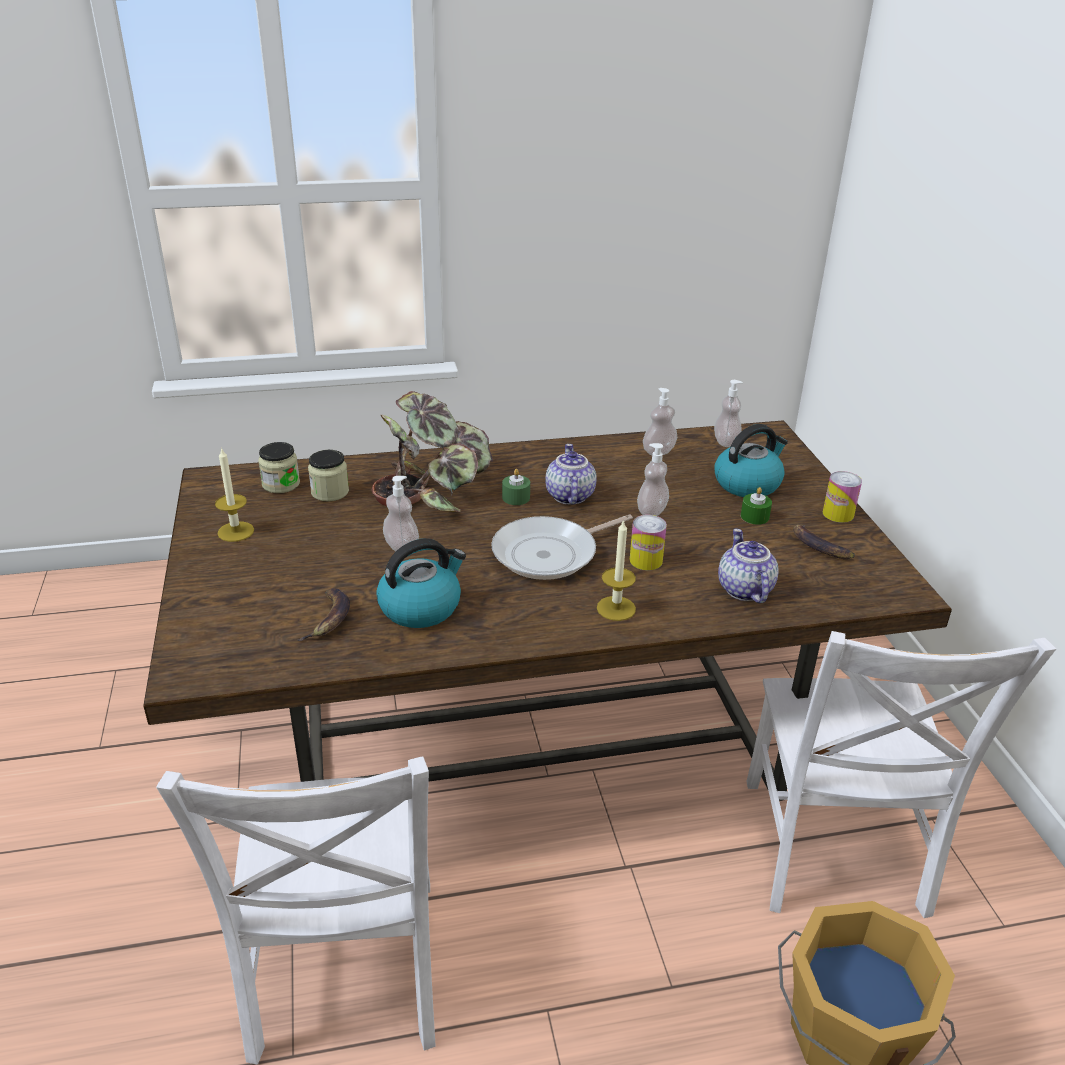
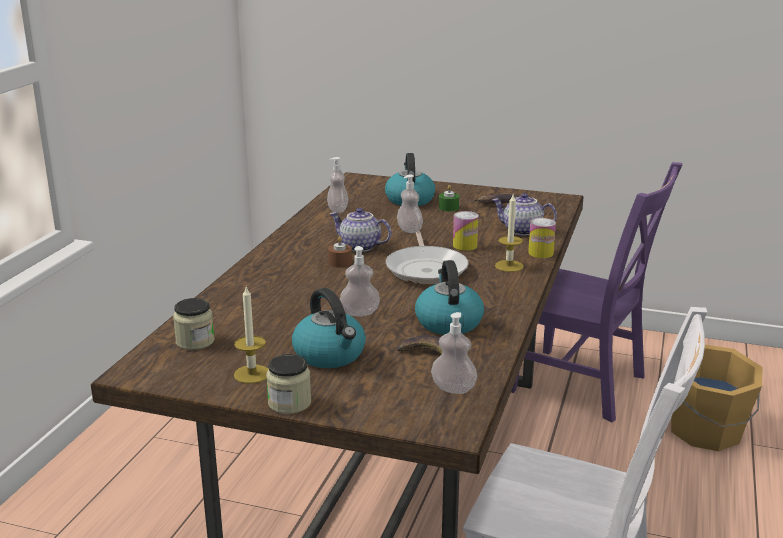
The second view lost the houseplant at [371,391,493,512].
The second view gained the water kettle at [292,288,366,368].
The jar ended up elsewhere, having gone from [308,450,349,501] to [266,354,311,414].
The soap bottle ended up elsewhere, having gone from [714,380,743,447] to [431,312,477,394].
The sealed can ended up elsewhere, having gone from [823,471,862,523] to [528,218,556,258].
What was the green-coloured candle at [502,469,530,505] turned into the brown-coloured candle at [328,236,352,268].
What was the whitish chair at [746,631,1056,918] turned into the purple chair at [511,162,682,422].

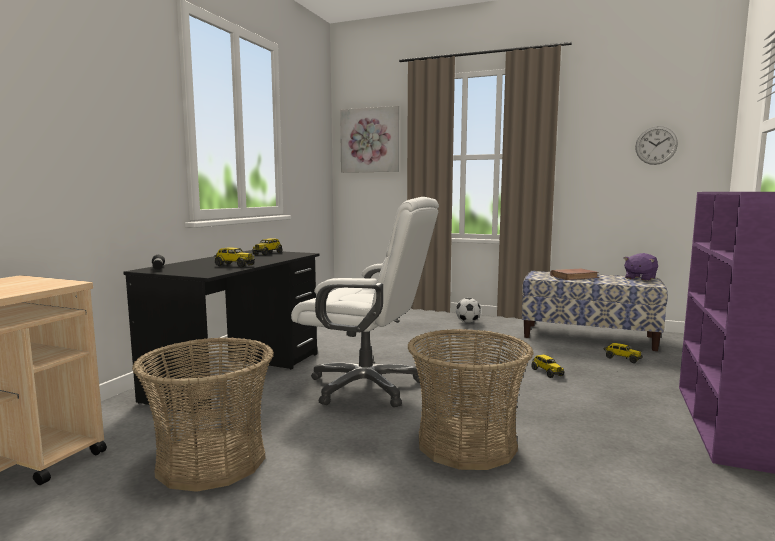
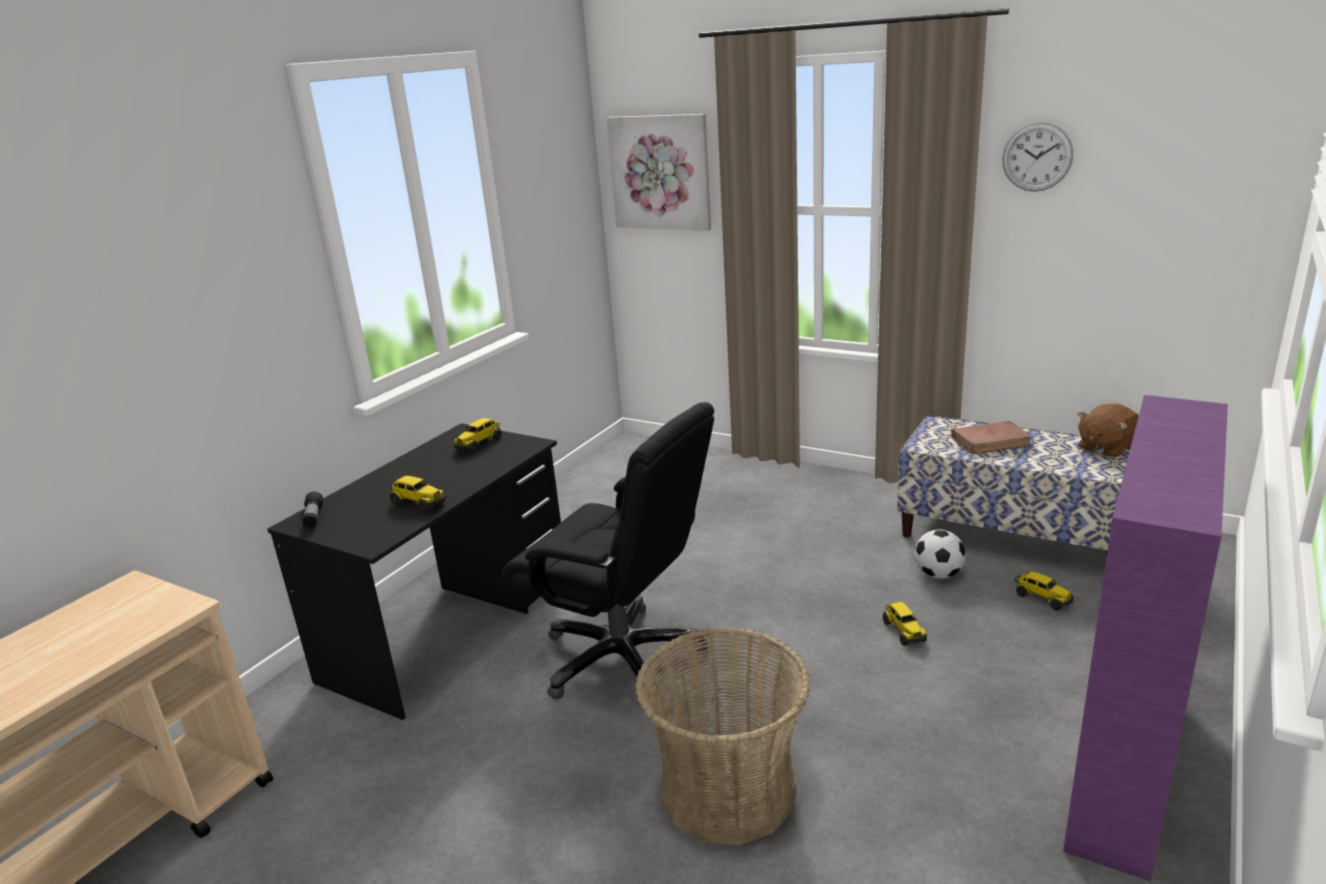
The second view lost the household basket at [132,337,274,492].
The football ended up elsewhere, having gone from [456,298,481,323] to [915,530,966,579].
The hanging clock ended up elsewhere, having gone from [635,126,678,165] to [1002,122,1073,192].
What was the whitish computer chair at [291,197,439,407] turned into the black-coloured computer chair at [503,402,714,707].
What was the purple soft toy at [624,253,658,281] turned into the brown-coloured soft toy at [1078,403,1139,458].

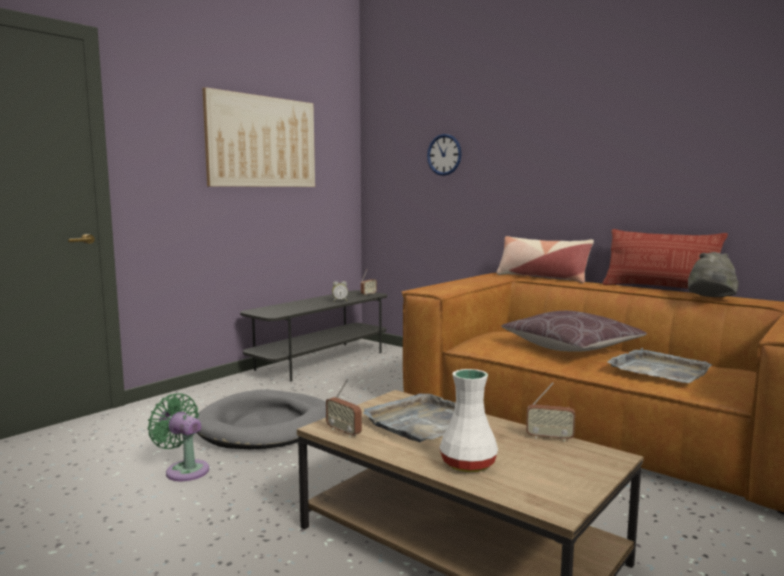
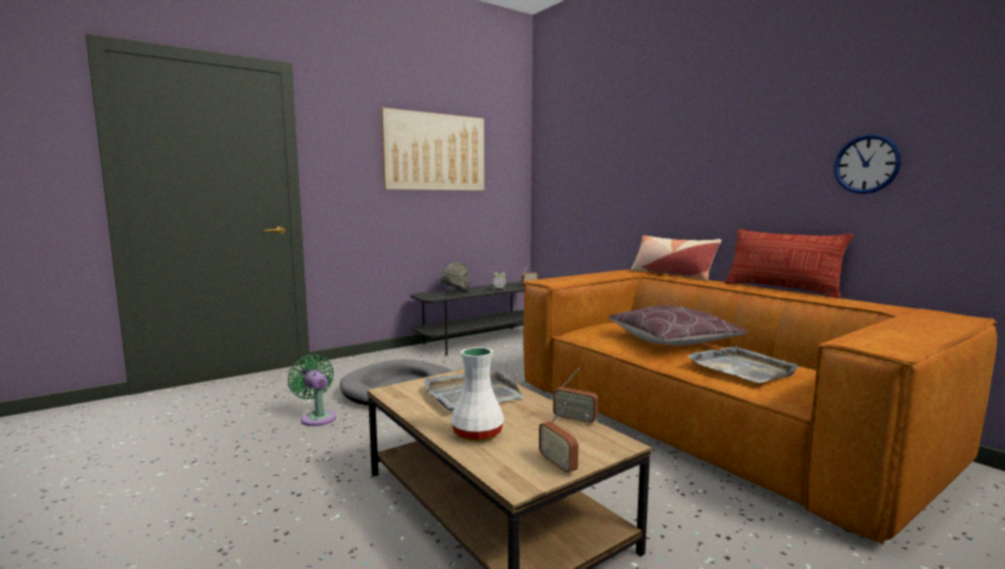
The radio receiver ended up elsewhere, having gone from [326,378,362,438] to [539,403,579,474].
The hanging clock ended up elsewhere, having gone from [427,134,462,176] to [834,134,902,194].
The greyish clothing hat ended up elsewhere, having gone from [688,252,739,297] to [440,262,471,291].

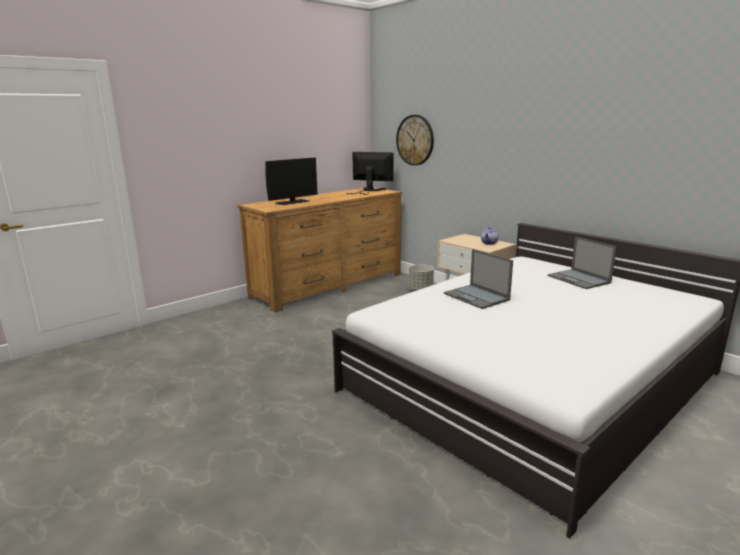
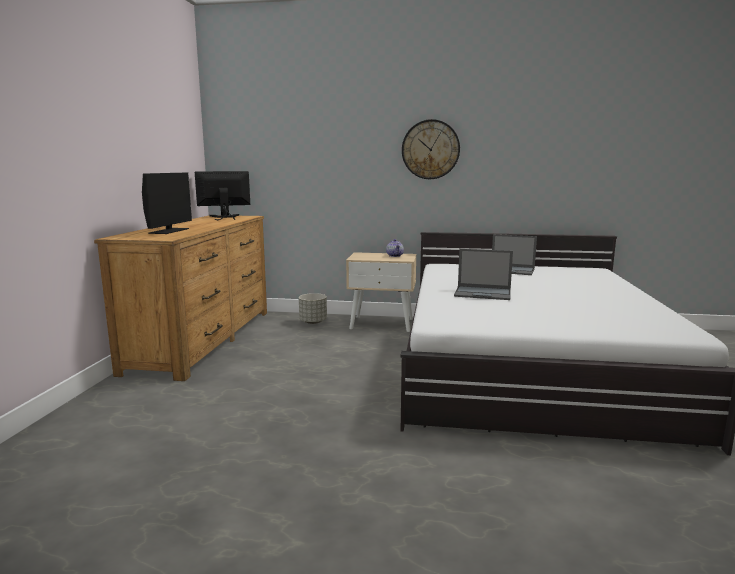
The hanging clock ended up elsewhere, having gone from [396,115,434,166] to [402,119,460,179].

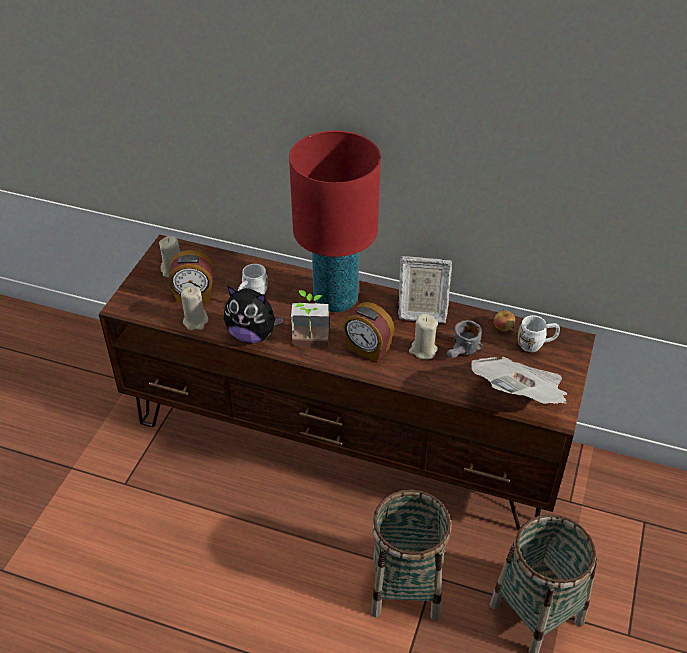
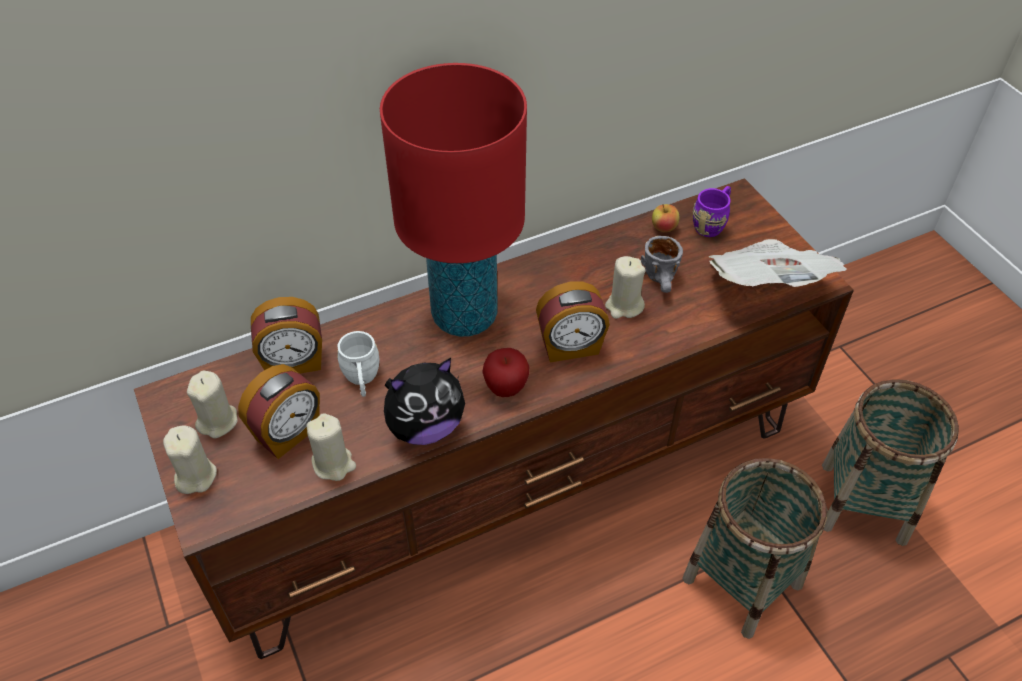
The second view lost the picture frame at [398,256,452,323].
The second view gained the beige-coloured candle at [163,425,217,494].
The second view gained the bedside clock at [251,297,322,374].
Where the houseplant stood at [291,290,329,347], the apple fruit came to stand at [483,348,529,397].
What was the whitish mug at [518,315,560,352] turned into the purple mug at [693,186,731,237].

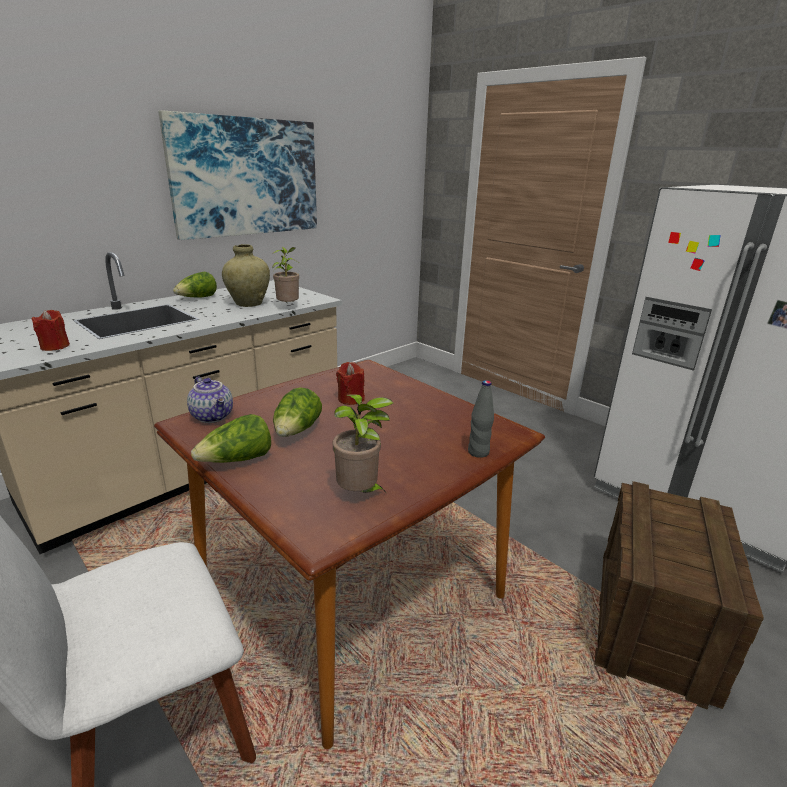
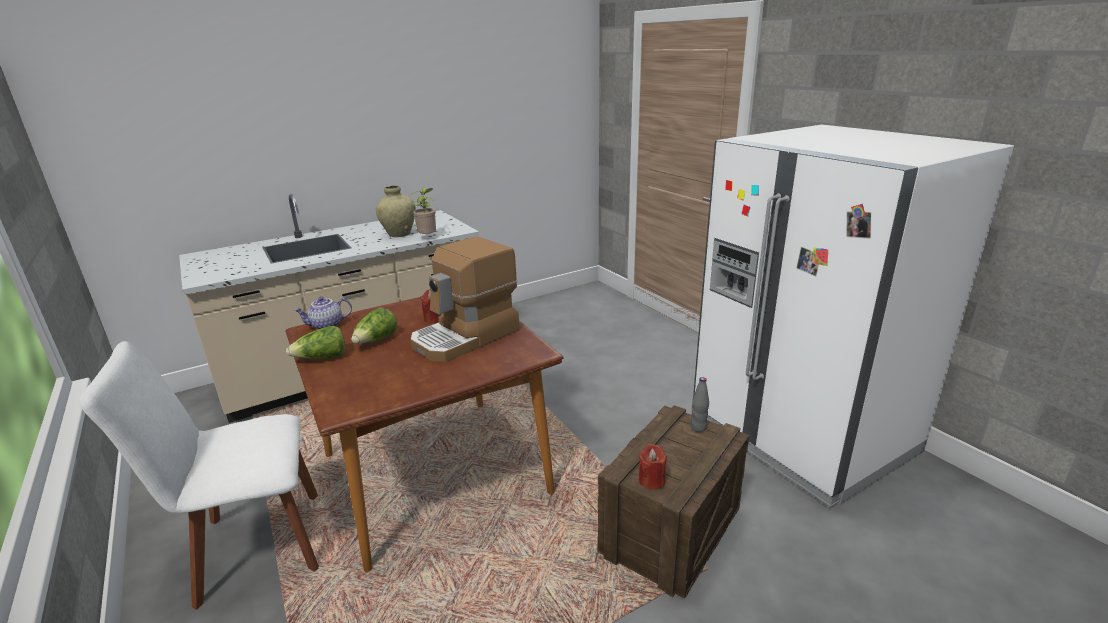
The second view lost the wall art at [158,110,317,240].
The second view lost the head of lettuce at [173,272,217,298].
The second view lost the houseplant at [333,395,394,493].
The second view gained the coffee brewer at [410,236,519,362].
The red candle ended up elsewhere, having gone from [31,310,70,351] to [639,444,667,490].
The greyish bottle ended up elsewhere, having gone from [468,380,494,458] to [690,377,709,432].
The teapot at [187,376,233,423] ended up facing another way, 90 degrees clockwise from before.

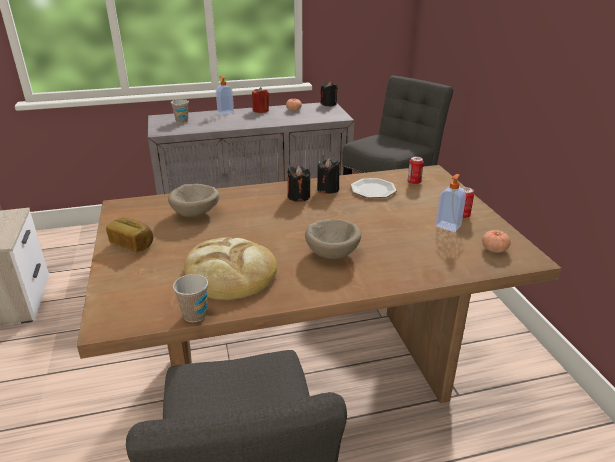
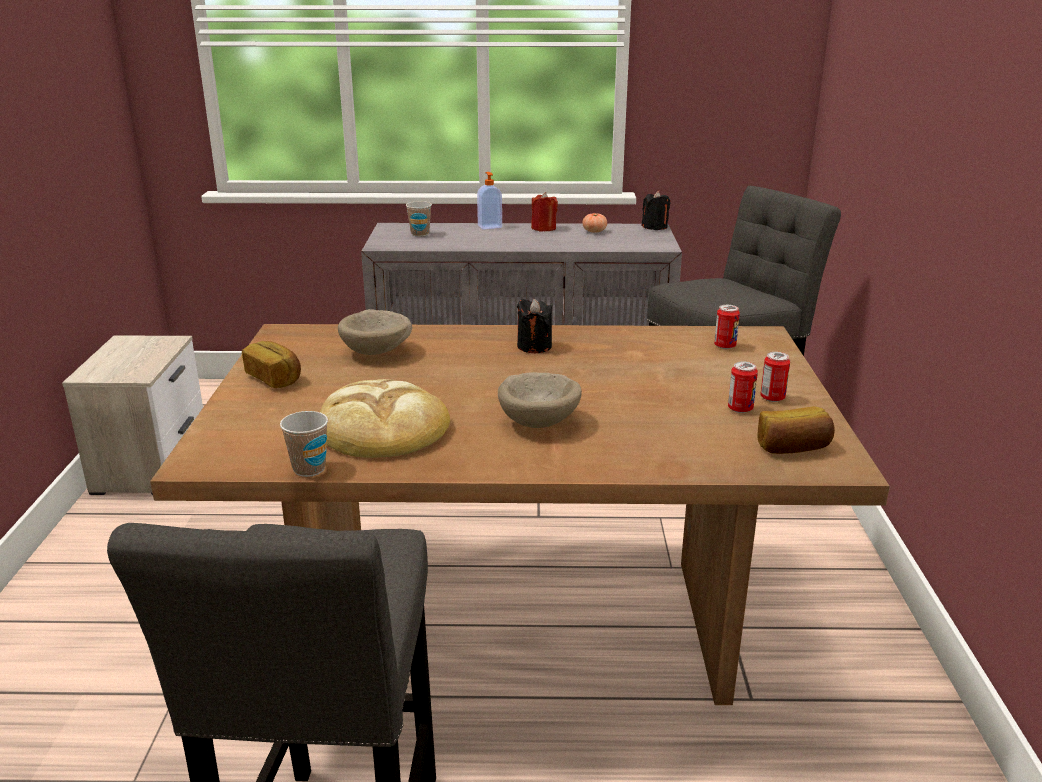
The second view lost the black-coloured candle at [317,158,340,194].
The second view lost the flat dish at [351,178,397,198].
Where the soap bottle stood at [435,174,466,232], the sealed can came to stand at [728,362,758,413].
Where the whole tomato stood at [482,230,511,253], the baked bread came to stand at [758,406,835,454].

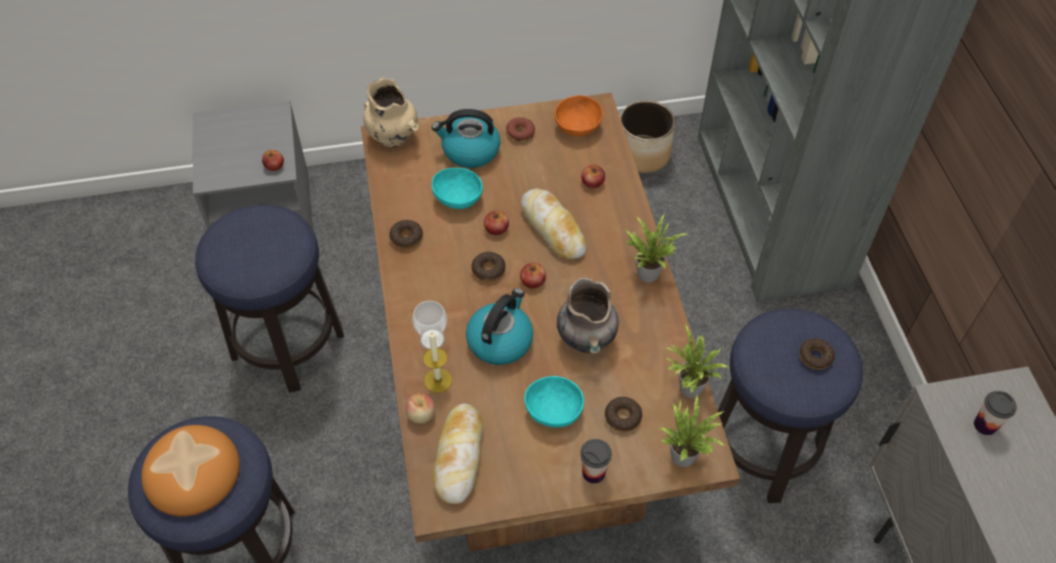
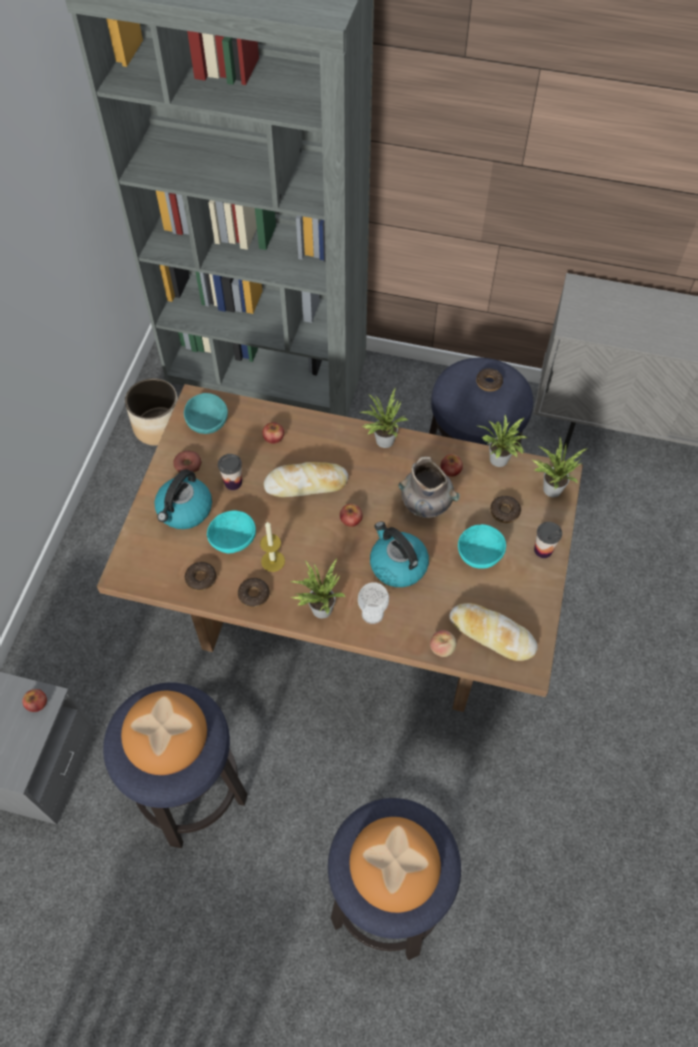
The second view lost the beige-coloured decorative vase at [363,77,419,148].
The second view gained the baked bread at [121,691,207,775].
The second view gained the houseplant at [291,559,345,619].
The candle ended up elsewhere, having gone from [423,331,452,393] to [260,521,285,572].
The doughnut ended up elsewhere, having gone from [471,252,505,282] to [185,562,216,591].
The apple fruit ended up elsewhere, having gone from [484,211,509,235] to [441,454,463,477].
The cup ended up elsewhere, having gone from [974,391,1017,435] to [218,454,242,490].
What was the orange-coloured serving bowl at [555,95,603,136] turned into the blue-green serving bowl at [184,393,228,434].

